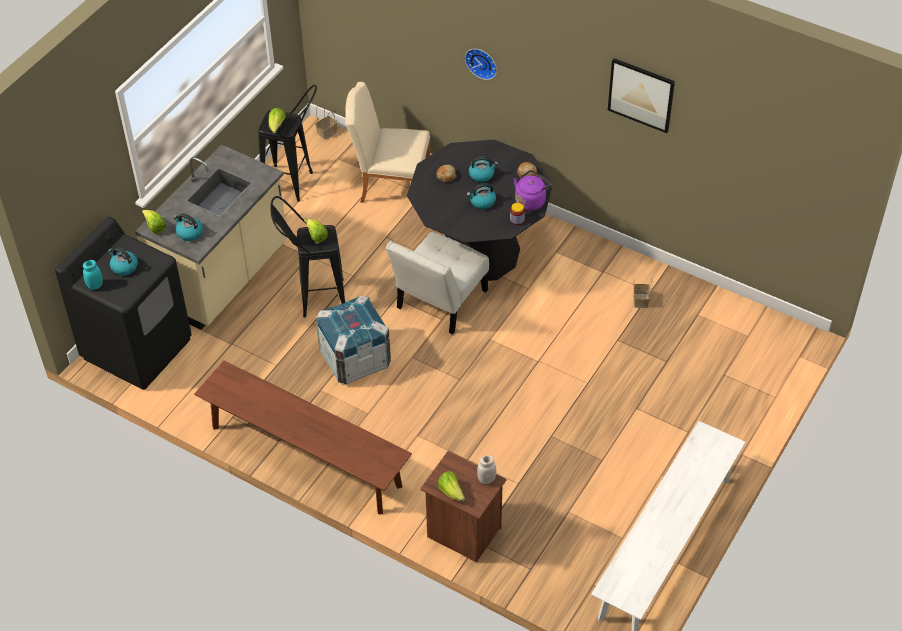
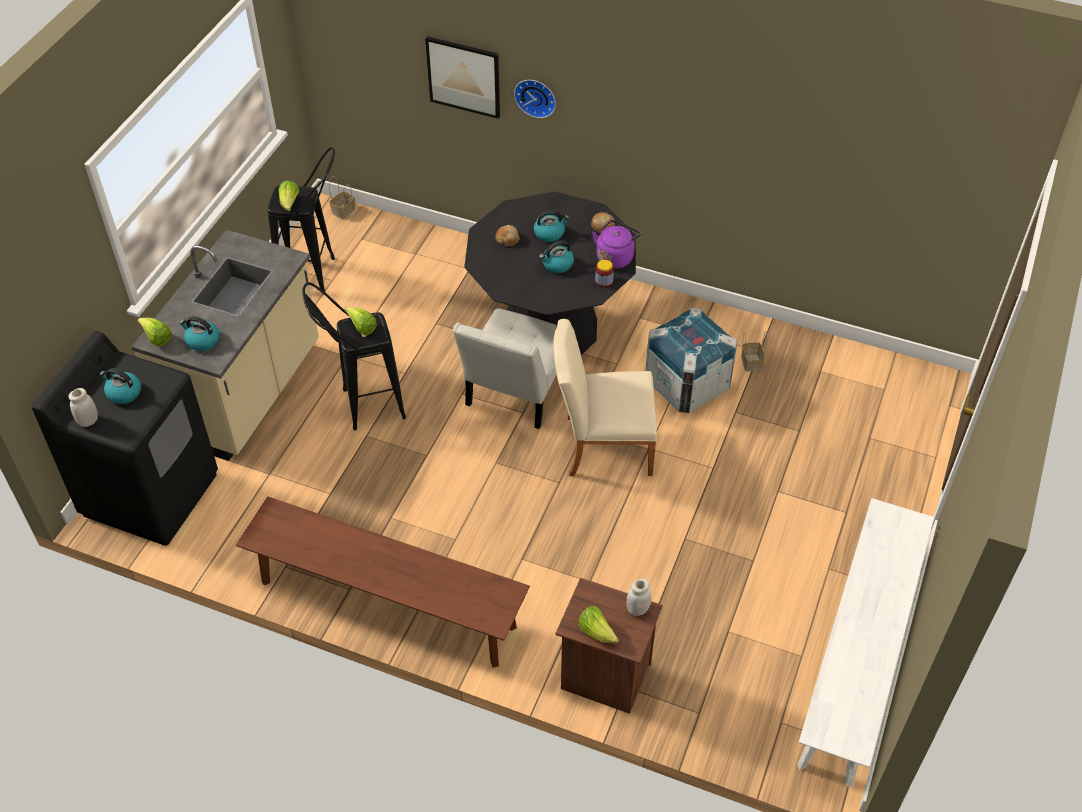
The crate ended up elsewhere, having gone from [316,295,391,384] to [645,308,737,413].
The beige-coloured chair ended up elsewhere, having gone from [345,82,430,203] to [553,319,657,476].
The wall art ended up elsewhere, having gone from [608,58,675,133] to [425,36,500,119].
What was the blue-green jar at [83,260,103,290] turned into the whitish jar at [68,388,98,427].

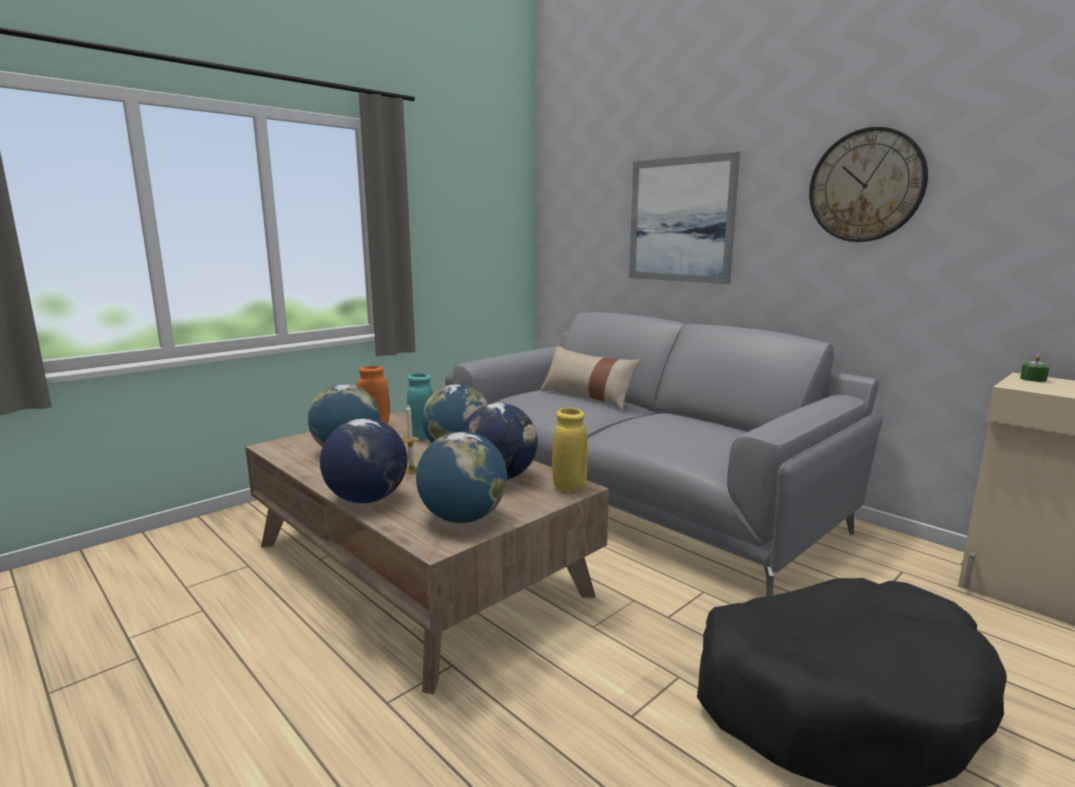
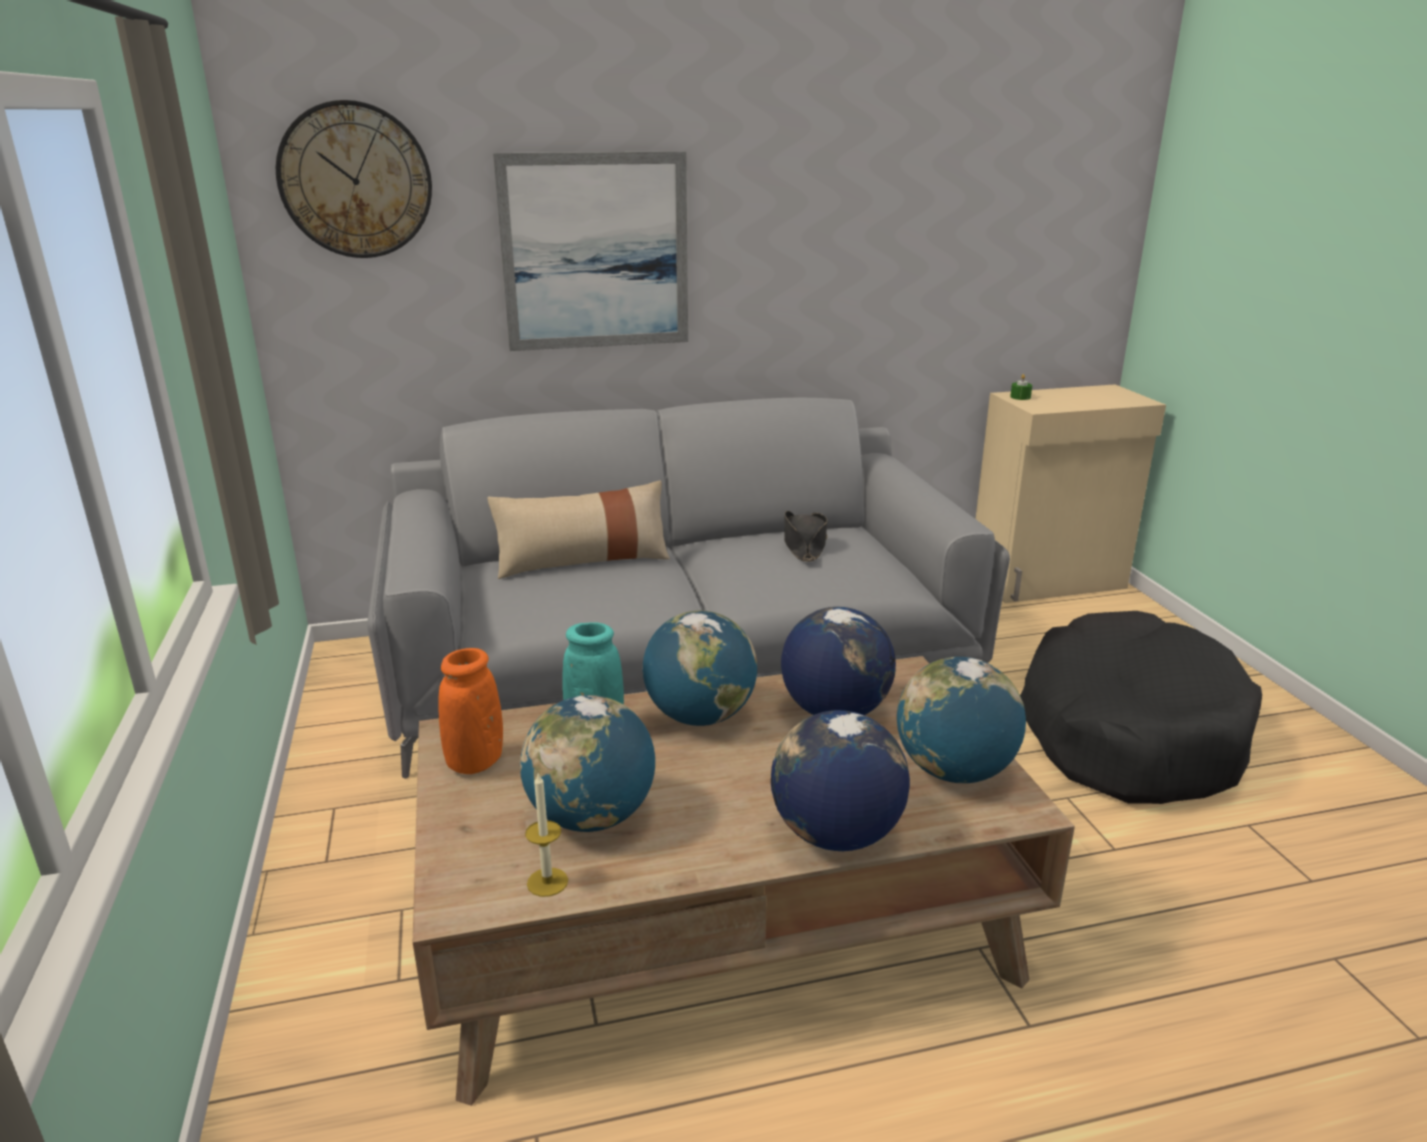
The second view lost the yellowish decorative vase at [552,408,588,491].
The second view gained the black-coloured clothing hat at [784,511,828,562].
The candle ended up elsewhere, having gone from [402,405,419,474] to [525,774,568,897].
The hanging clock ended up elsewhere, having gone from [809,127,928,242] to [276,100,432,258].

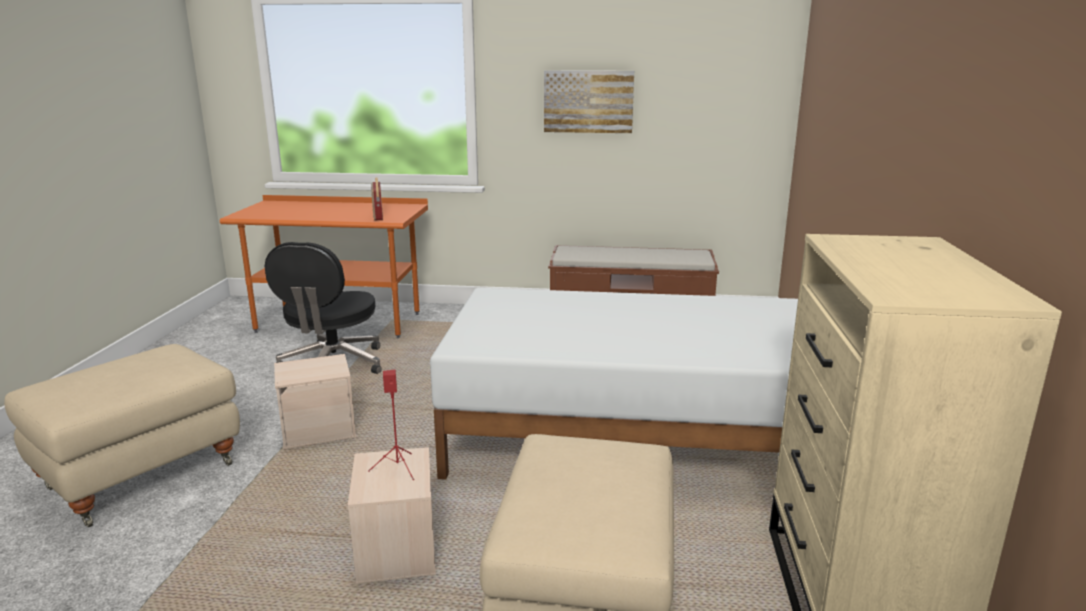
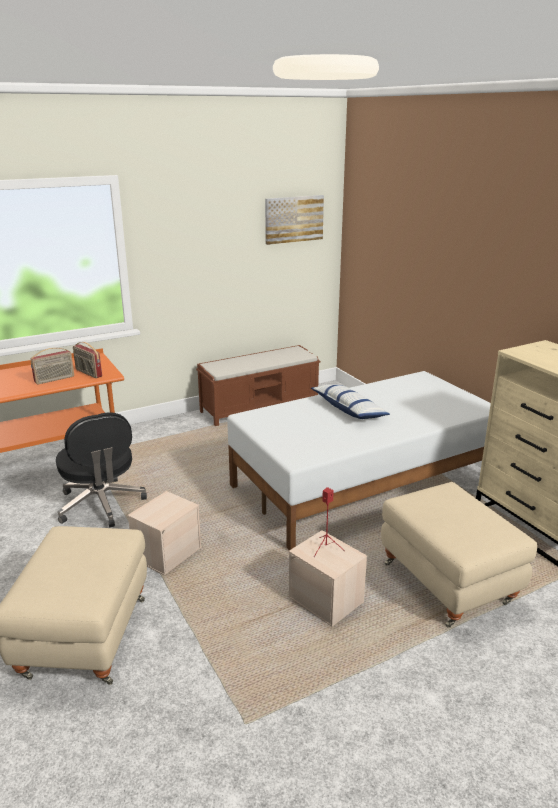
The second view gained the radio receiver at [30,348,74,384].
The second view gained the cushion at [311,384,390,419].
The wall art ended up elsewhere, having gone from [544,70,634,133] to [265,195,324,245].

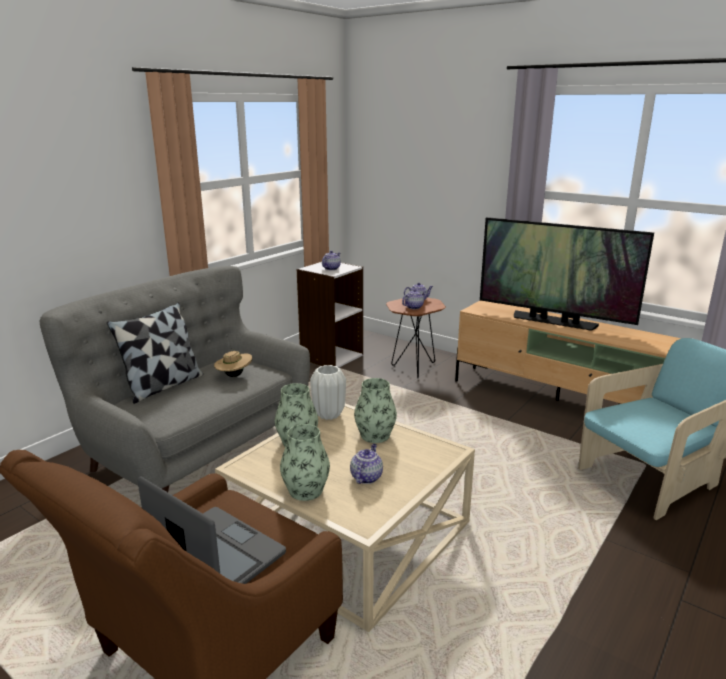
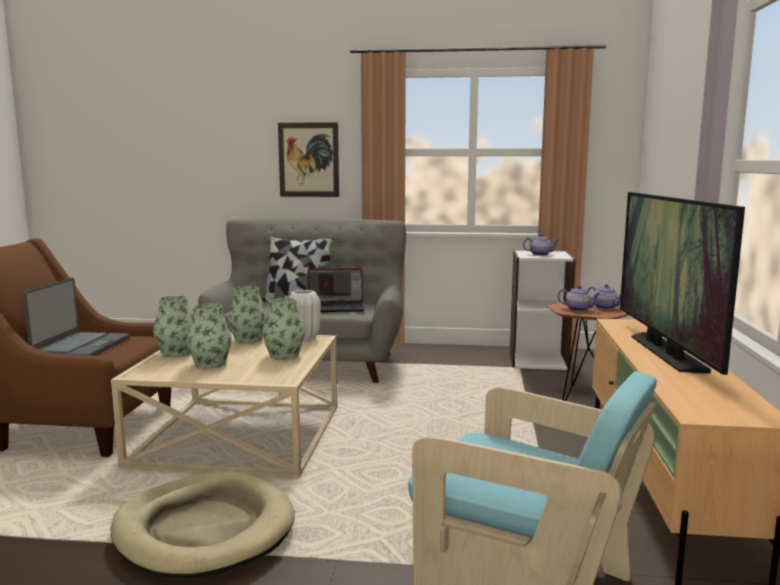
The second view gained the beige-coloured pet bed at [110,471,295,578].
The second view gained the wall art at [278,122,339,197].
Where the beige-coloured clothing hat stood at [214,348,252,377], the laptop came to stand at [308,268,365,312].
Where the teapot stood at [350,444,383,484], the decorative vase came to stand at [187,303,232,369].

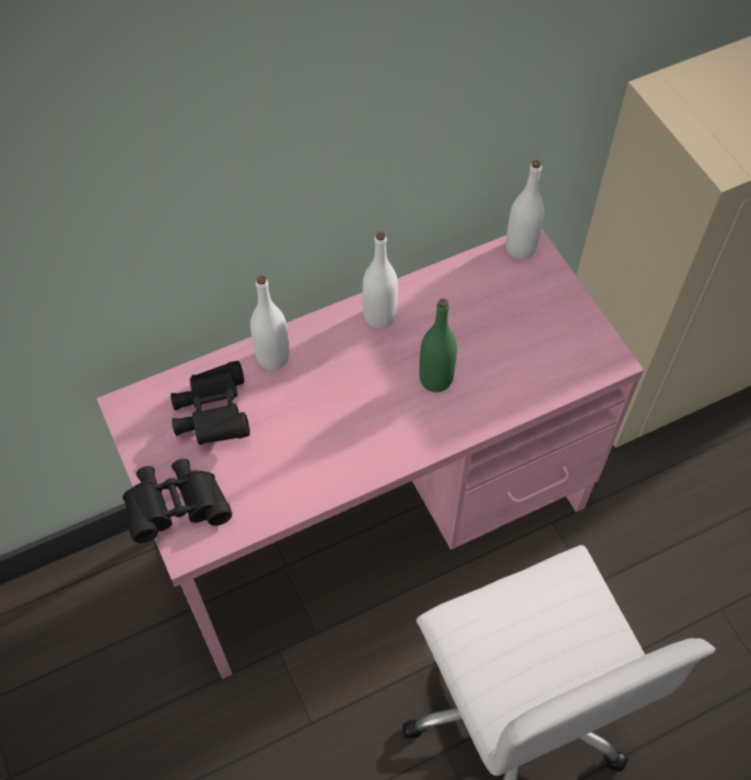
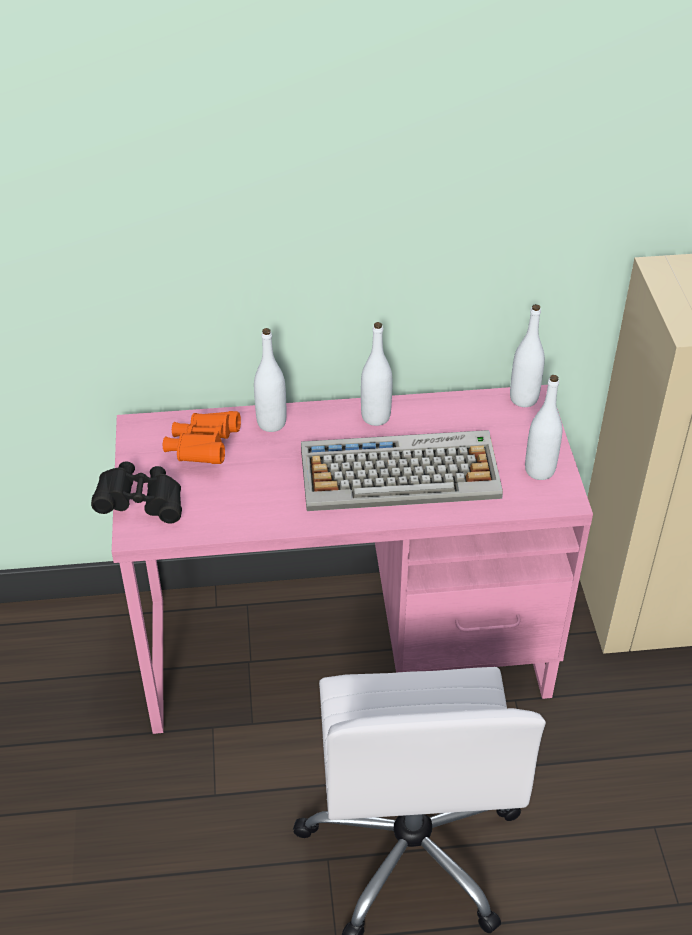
The second view gained the whitish bottle at [525,375,562,480].
Where the green-coloured bottle stood at [419,299,457,392], the computer keyboard came to stand at [301,430,503,511].
What was the black-coloured pair of binoculars at [171,361,250,445] turned into the orange-coloured pair of binoculars at [163,411,241,464].

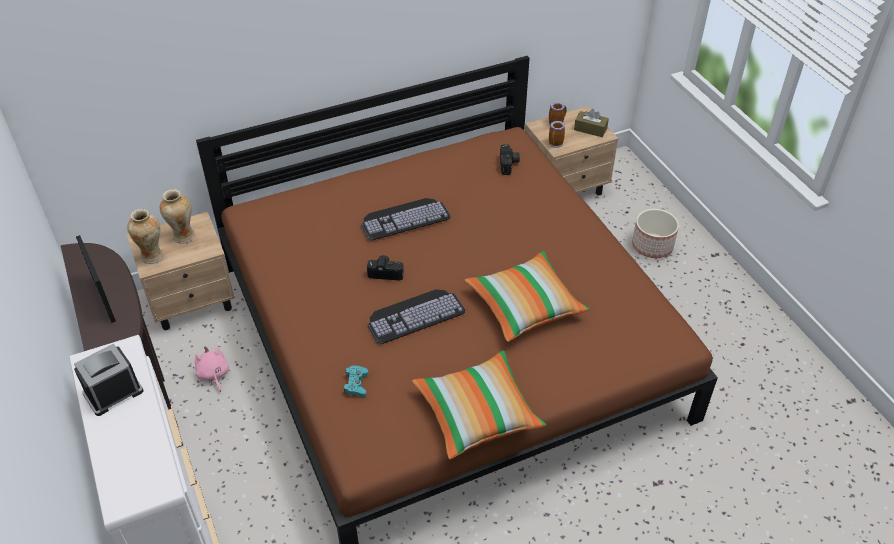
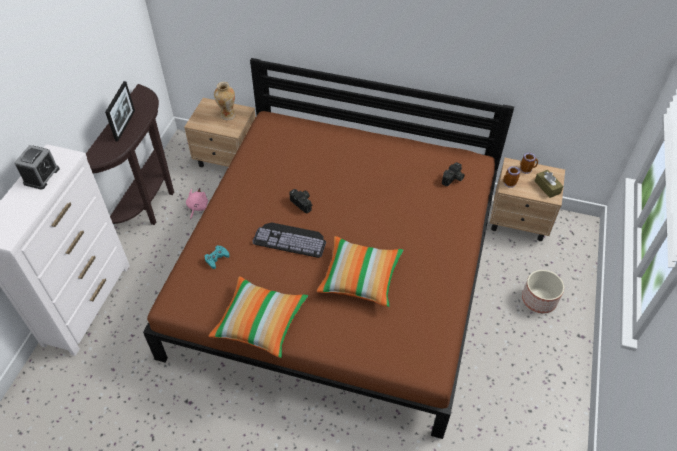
The second view lost the decorative vase at [127,209,163,264].
The second view lost the computer keyboard at [361,198,450,240].
The bedside clock at [74,343,143,416] ended up facing another way, 105 degrees clockwise from before.

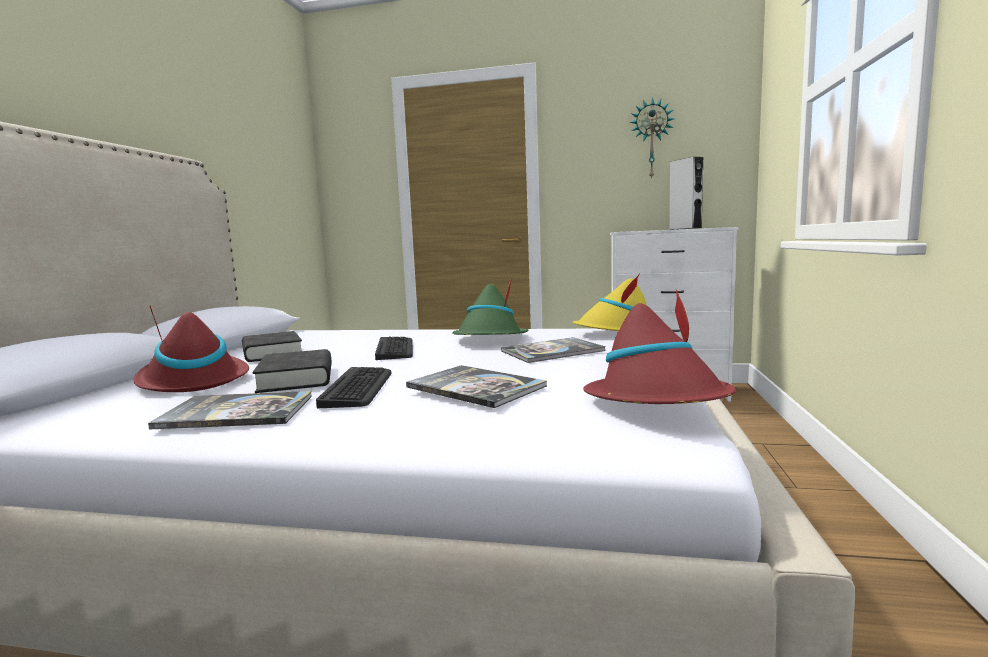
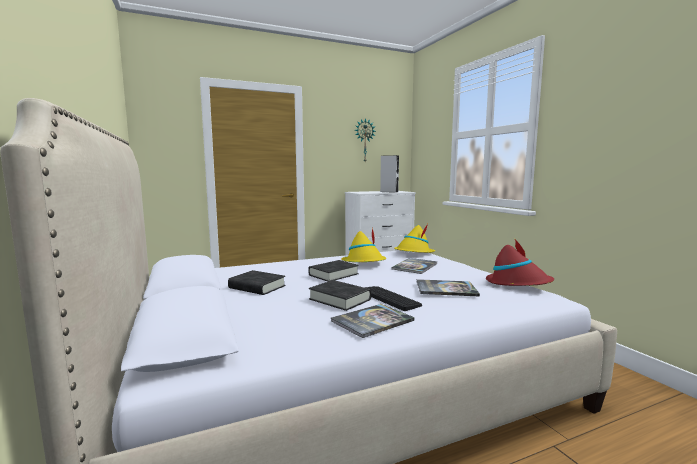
The second view lost the red clothing hat at [134,306,249,392].
Where the computer keyboard stood at [375,337,413,360], the black-coloured book came to stand at [308,260,359,282].
What was the green-coloured clothing hat at [452,276,529,335] turned into the yellowish clothing hat at [341,227,386,262].

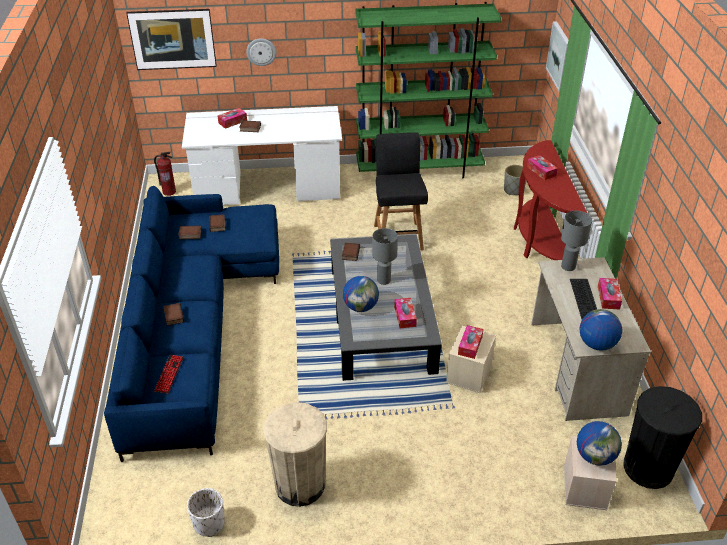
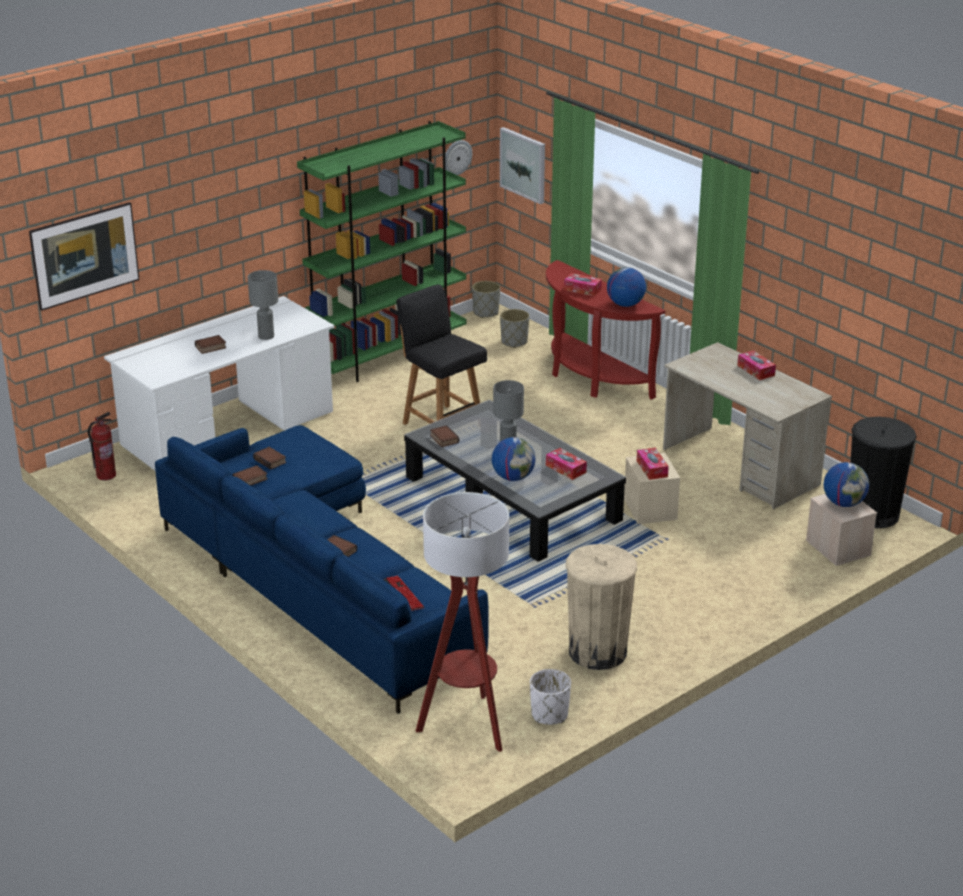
The second view lost the tissue holder at [218,108,247,129].
The second view lost the computer keyboard at [570,279,597,319].
The second view gained the floor lamp at [416,492,509,752].
The second view gained the greyish plant pot at [472,281,500,318].
The hanging clock ended up elsewhere, having gone from [246,38,277,66] to [445,140,472,175].
The greyish lamp for a table ended up elsewhere, having gone from [561,211,592,271] to [248,270,278,340].
The globe ended up elsewhere, having gone from [580,309,622,351] to [607,267,646,307].

